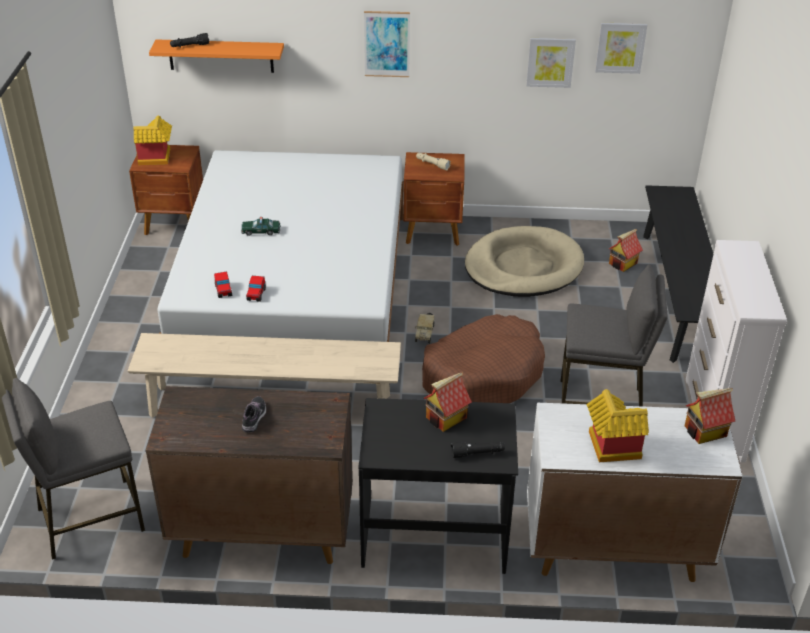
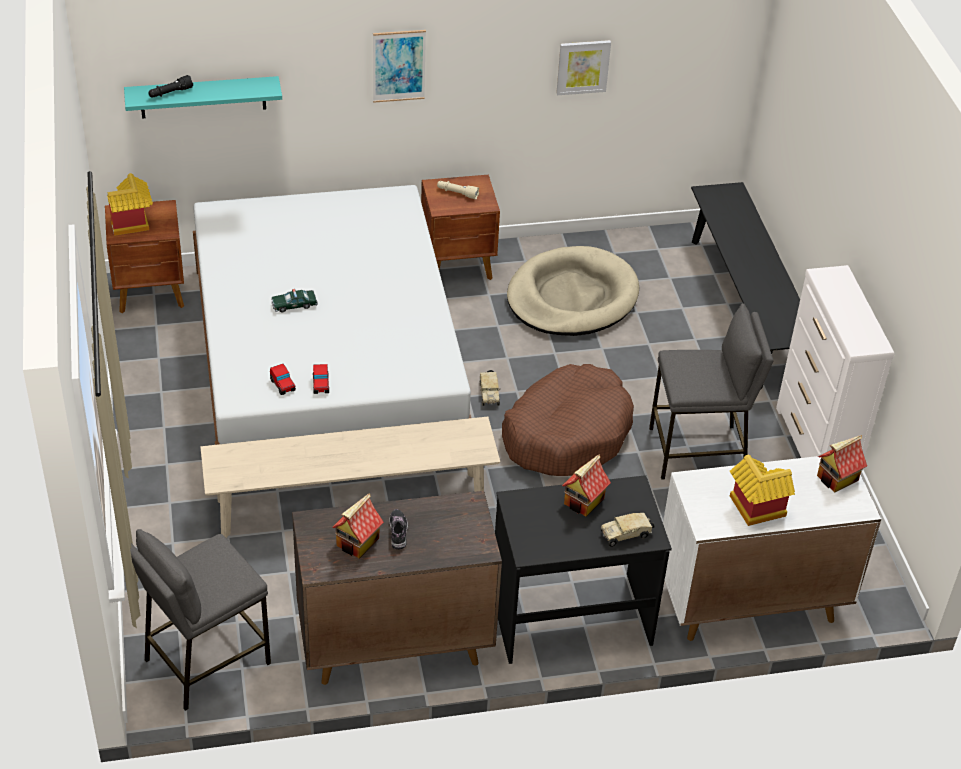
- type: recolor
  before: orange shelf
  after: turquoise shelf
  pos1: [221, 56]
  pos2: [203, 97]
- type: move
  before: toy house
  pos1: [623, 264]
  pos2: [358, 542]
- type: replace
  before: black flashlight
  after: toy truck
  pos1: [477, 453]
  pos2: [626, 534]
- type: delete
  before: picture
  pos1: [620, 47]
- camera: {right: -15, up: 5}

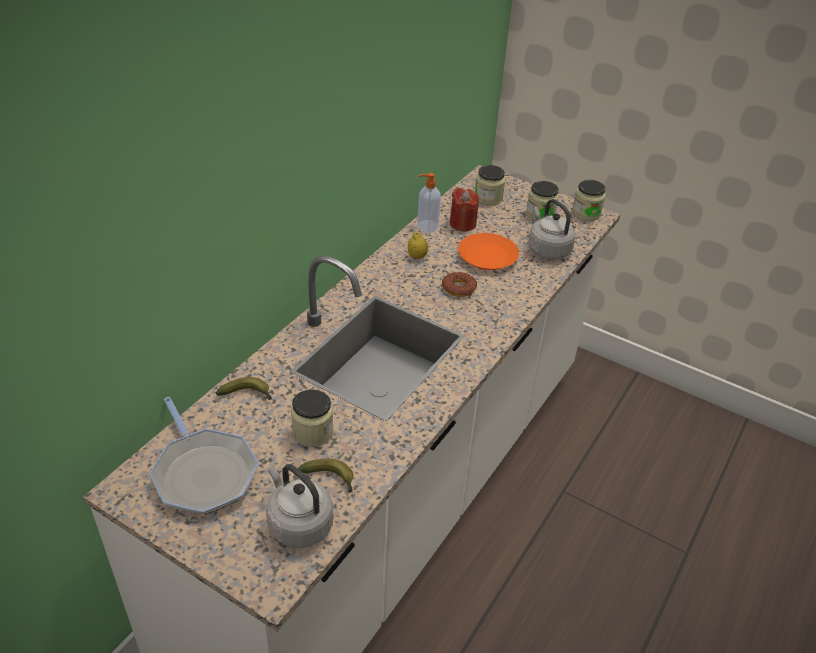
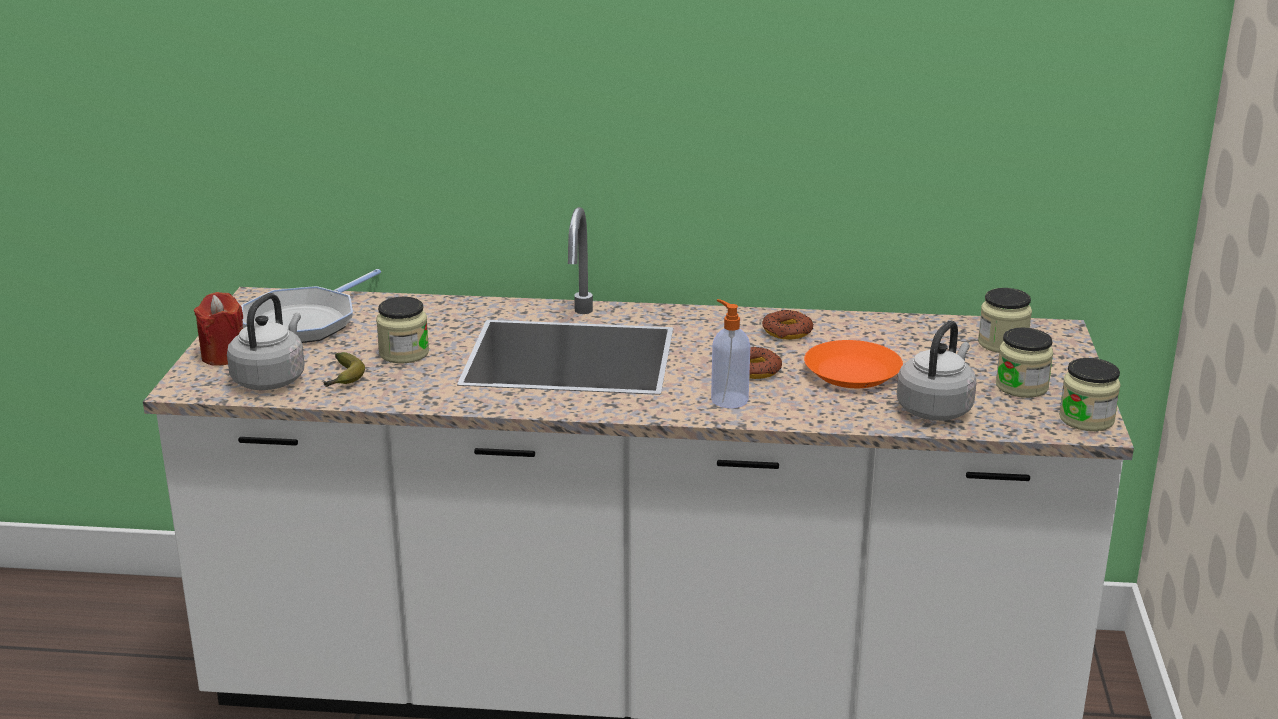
- type: move
  before: red candle
  pos1: [462, 224]
  pos2: [224, 356]
- type: move
  before: soap dispenser
  pos1: [426, 226]
  pos2: [728, 399]
- type: replace
  before: lemon
  after: donut
  pos1: [417, 256]
  pos2: [787, 331]
- type: delete
  before: banana
  pos1: [248, 395]
- camera: {right: 65, up: -15}

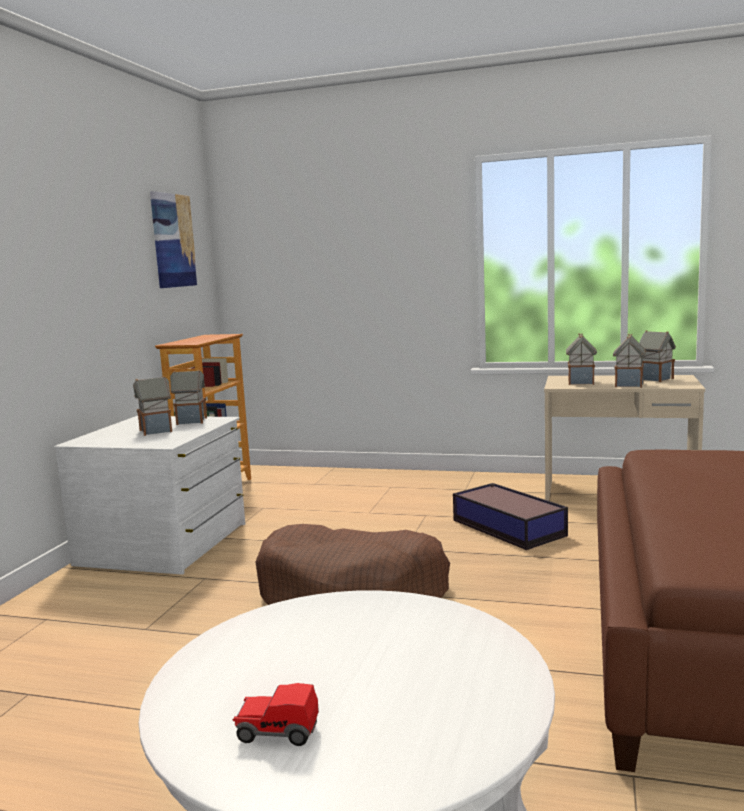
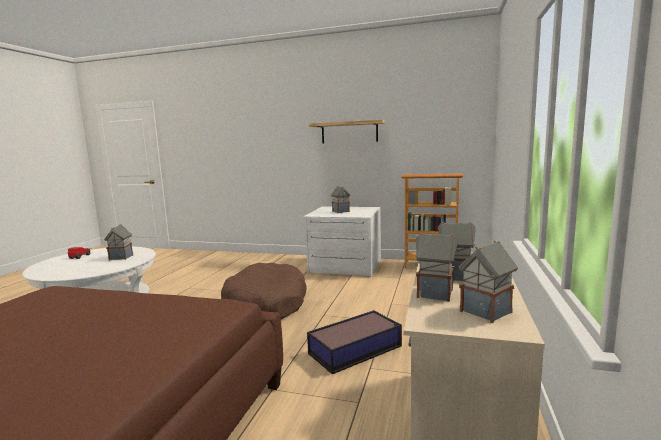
- type: move
  before: toy house
  pos1: [190, 421]
  pos2: [121, 257]
- type: insert
  after: shelf
  pos2: [349, 132]
- type: delete
  before: picture
  pos1: [173, 240]
- camera: {right: 90, up: 0}

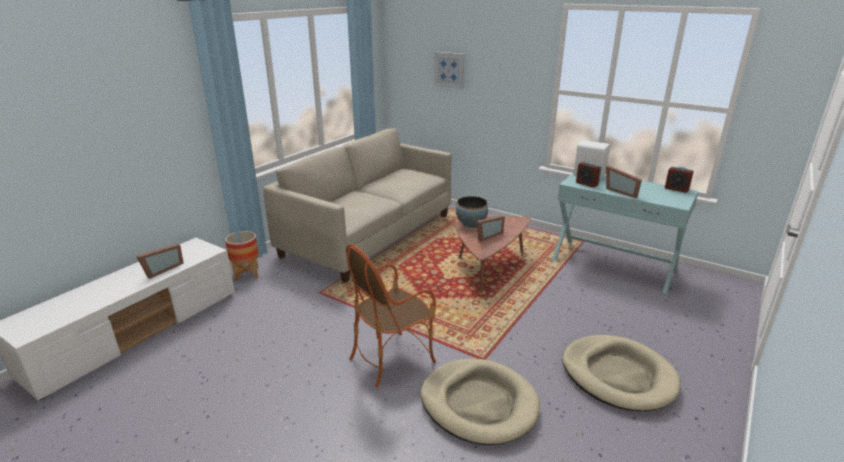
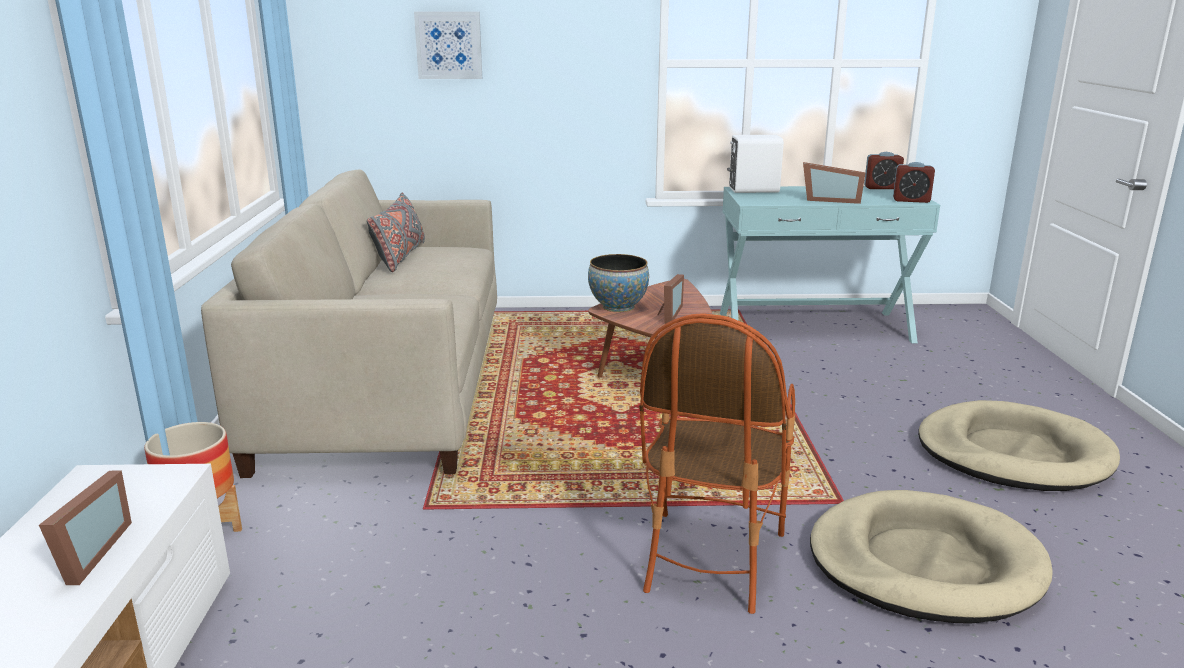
- type: insert
  after: grey pillow
  pos2: [400, 257]
- type: move
  before: alarm clock
  pos1: [587, 184]
  pos2: [911, 200]
- camera: {right: -35, up: -5}

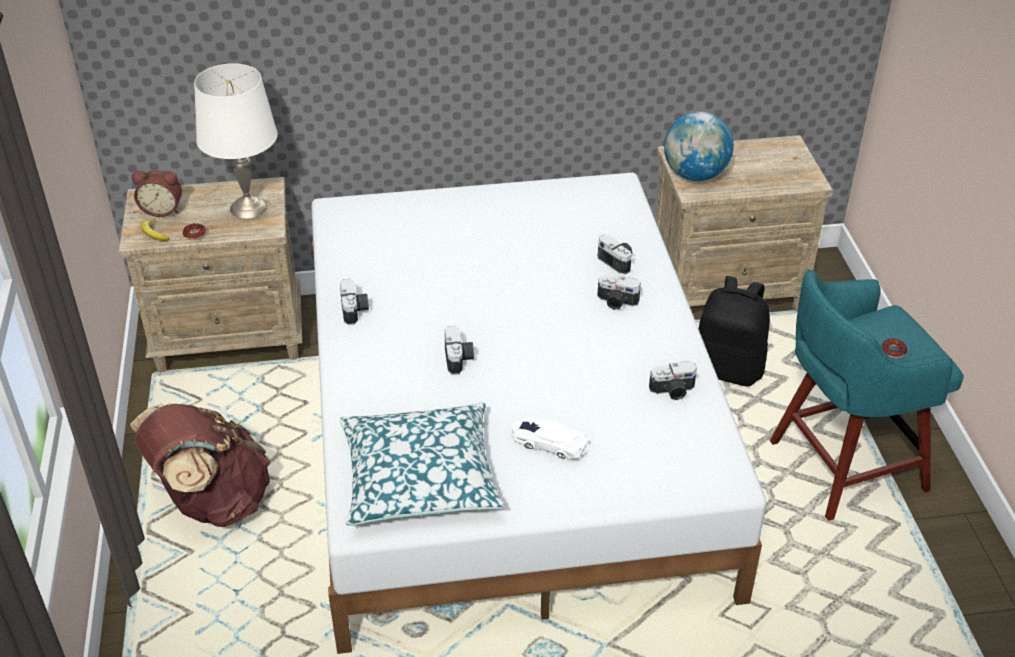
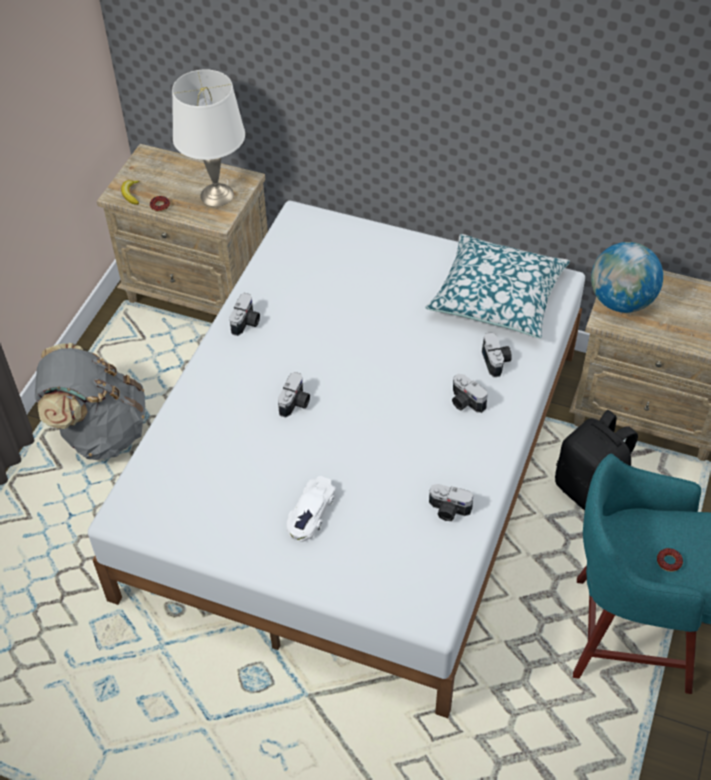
- type: recolor
  before: brown backpack
  after: grey backpack
  pos1: [212, 501]
  pos2: [100, 431]
- type: rotate
  before: white toy car
  pos1: [549, 442]
  pos2: [311, 513]
  turn: -120
- type: move
  before: pillow
  pos1: [420, 477]
  pos2: [497, 296]
- type: delete
  before: alarm clock
  pos1: [162, 209]
- camera: {right: 30, up: 10}

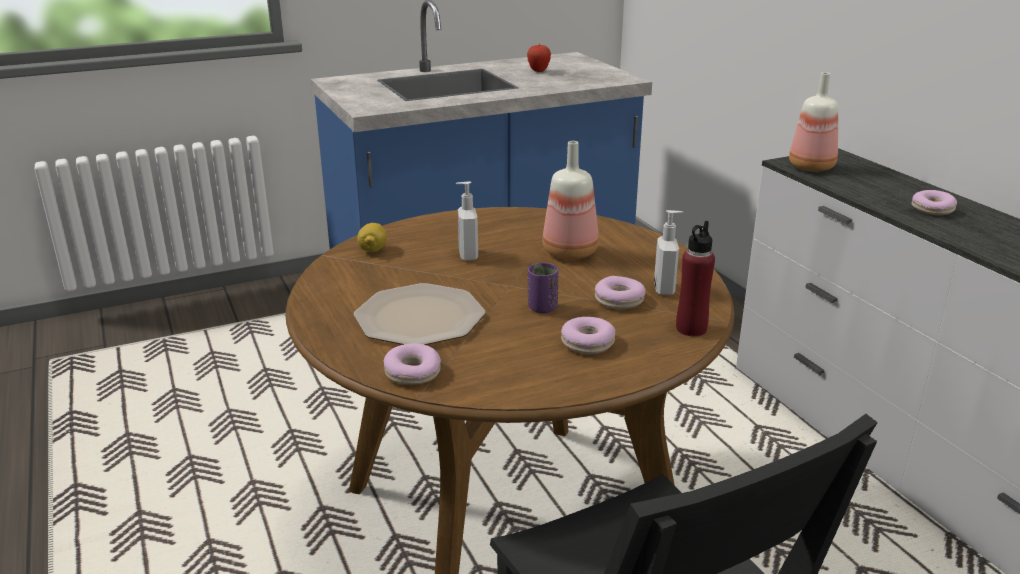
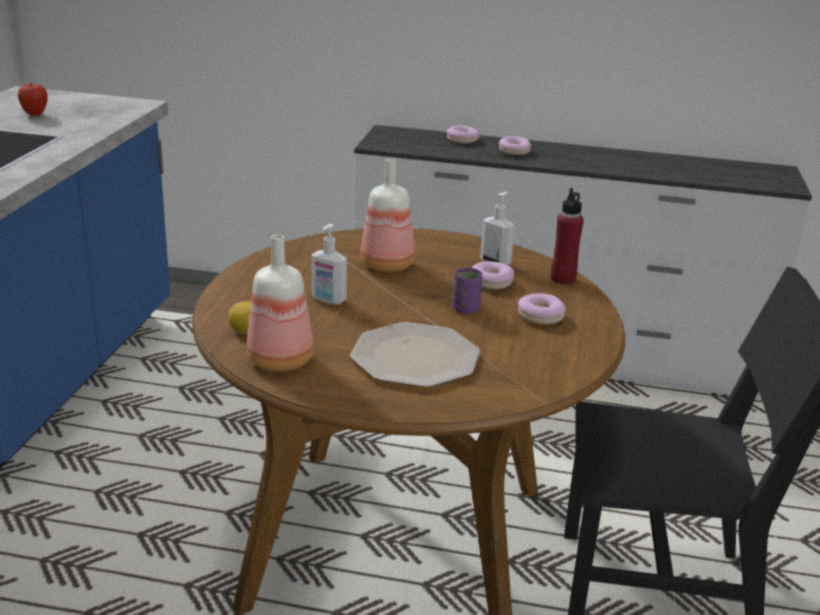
- type: move
  before: bottle
  pos1: [812, 167]
  pos2: [280, 360]
- type: move
  before: donut
  pos1: [412, 373]
  pos2: [462, 140]
- camera: {right: -55, up: 0}

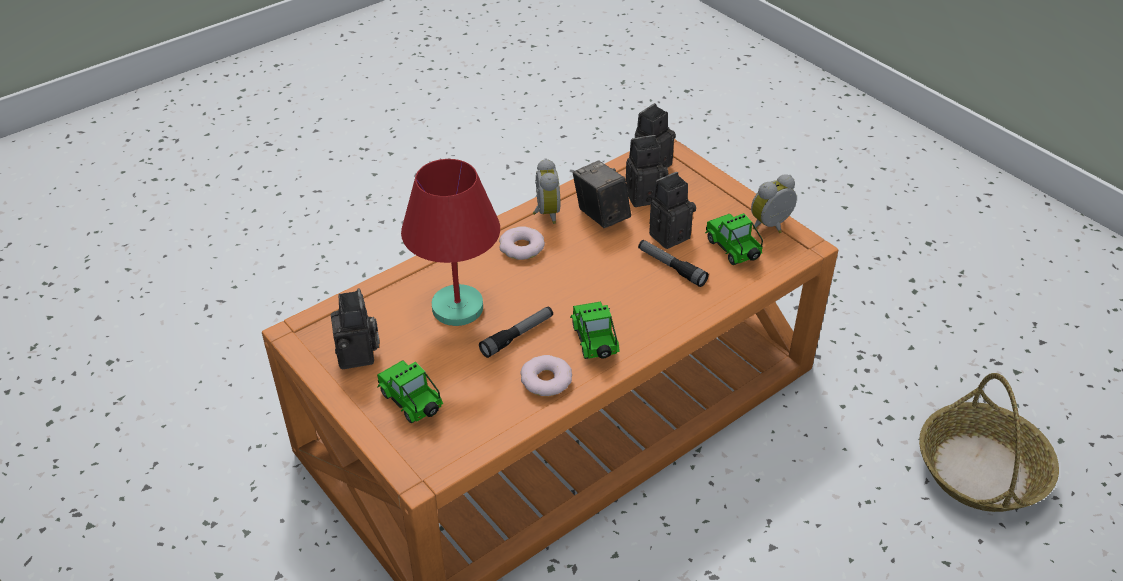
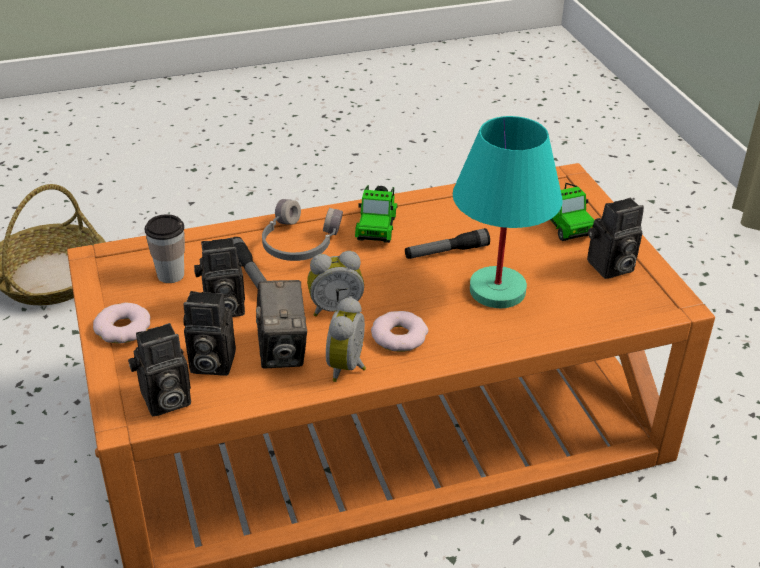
- type: move
  before: donut
  pos1: [546, 380]
  pos2: [123, 328]
- type: replace
  before: toy car
  after: cup
  pos1: [734, 250]
  pos2: [171, 275]
- type: insert
  after: grey headphones
  pos2: [299, 243]
- type: move
  before: alarm clock
  pos1: [772, 226]
  pos2: [335, 308]
- type: recolor
  before: red table lamp
  after: turquoise table lamp
  pos1: [457, 309]
  pos2: [498, 290]
- type: rotate
  before: photo camera
  pos1: [359, 356]
  pos2: [610, 268]
  turn: -120
- camera: {right: -160, up: -5}

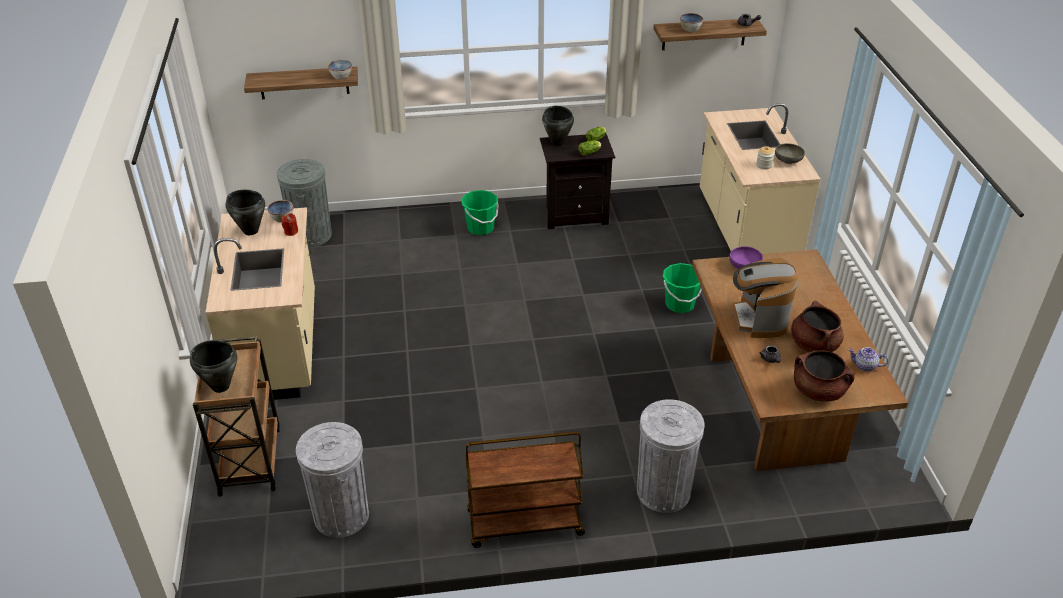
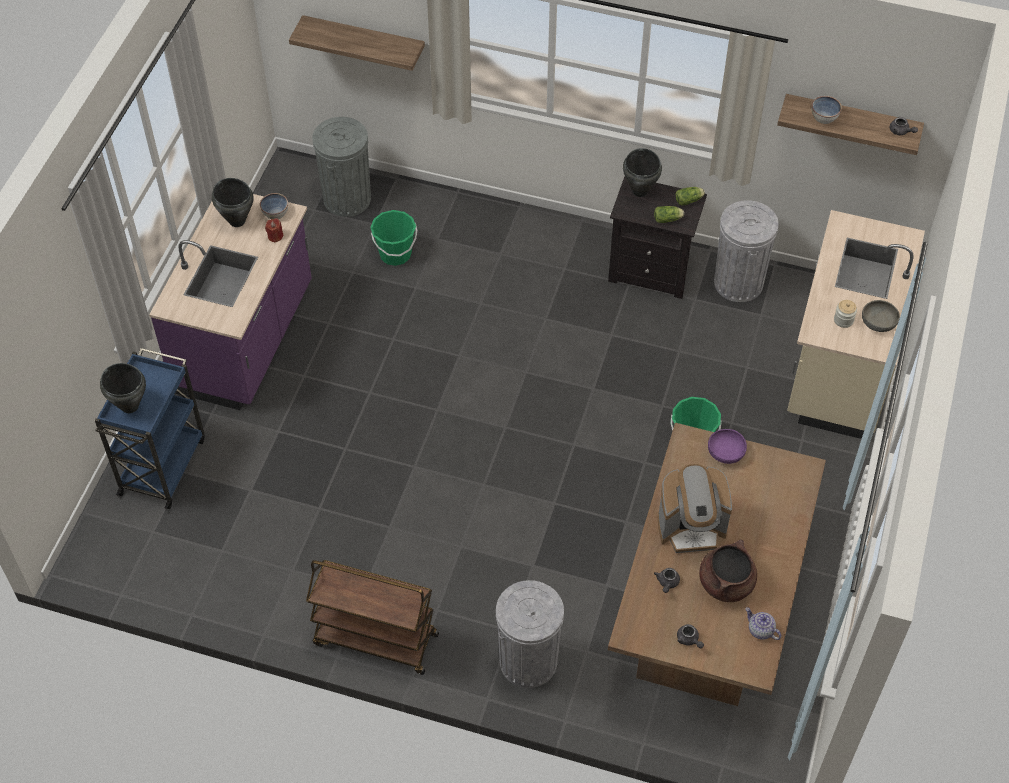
- type: recolor
  before: brown cart
  after: blue cart
  pos1: [250, 459]
  pos2: [163, 465]
- type: recolor
  before: beige counter
  after: purple counter
  pos1: [278, 347]
  pos2: [246, 340]
- type: move
  before: green bucket
  pos1: [480, 228]
  pos2: [395, 254]
- type: rotate
  before: coffee machine
  pos1: [759, 319]
  pos2: [691, 528]
  turn: -120
- type: replace
  before: brown cooking pot
  after: grey teapot
  pos1: [818, 391]
  pos2: [689, 640]
- type: move
  before: grey trash can
  pos1: [341, 515]
  pos2: [738, 283]
- type: delete
  before: bowl
  pos1: [341, 76]
- camera: {right: 25, up: 15}

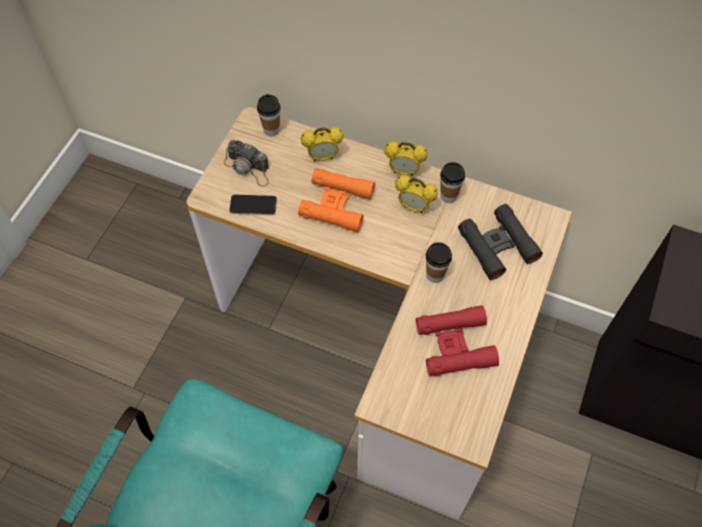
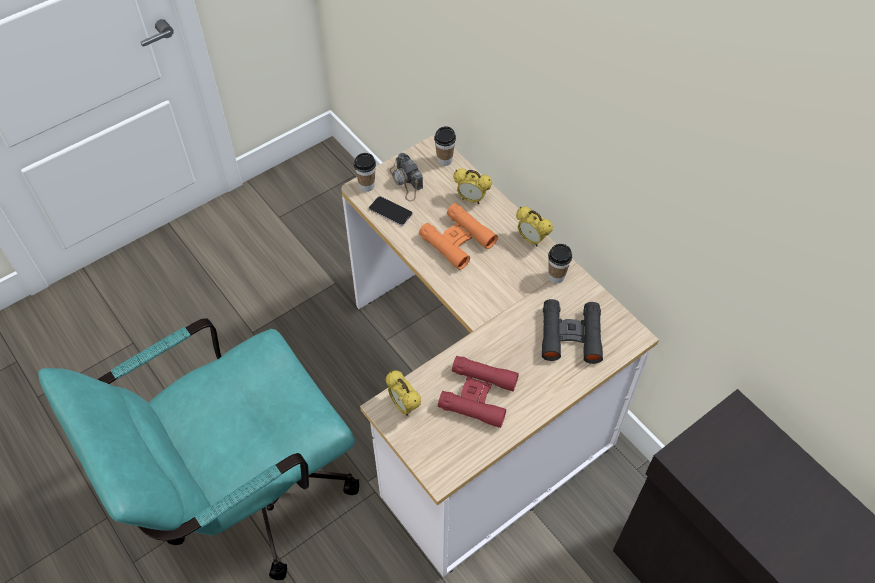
- type: move
  before: cup
  pos1: [435, 275]
  pos2: [366, 186]
- type: move
  before: alarm clock
  pos1: [414, 207]
  pos2: [404, 406]
- camera: {right: 30, up: -5}

